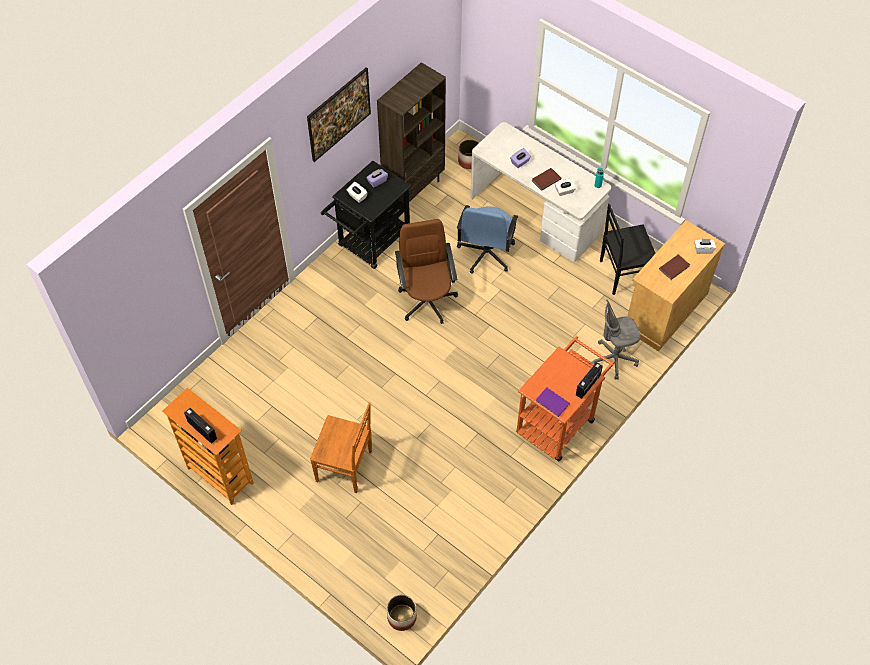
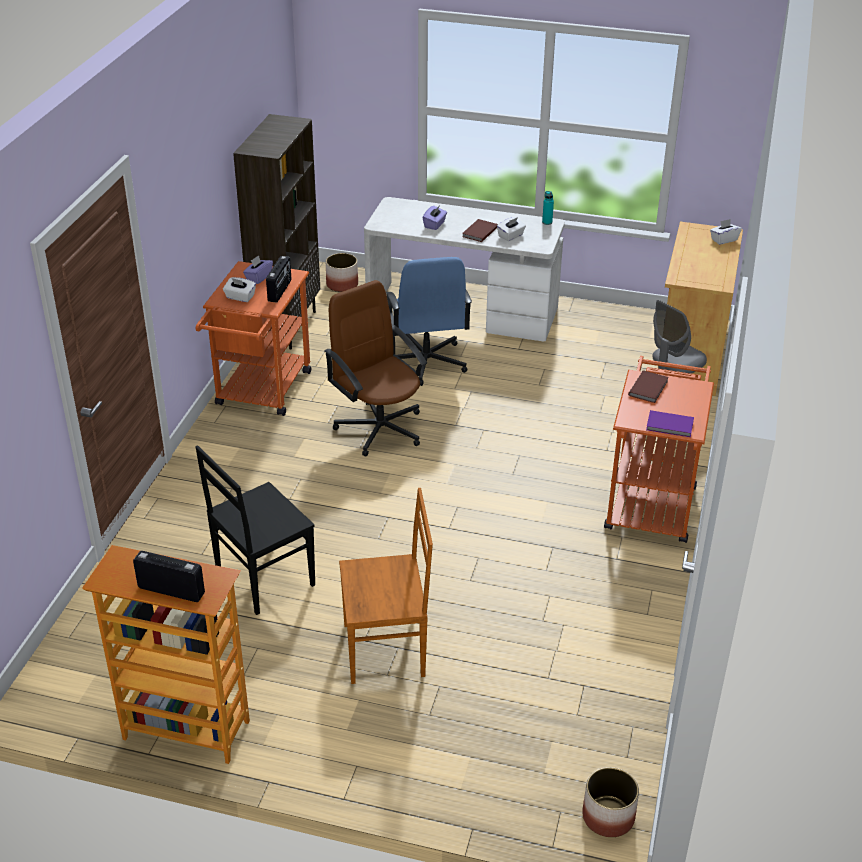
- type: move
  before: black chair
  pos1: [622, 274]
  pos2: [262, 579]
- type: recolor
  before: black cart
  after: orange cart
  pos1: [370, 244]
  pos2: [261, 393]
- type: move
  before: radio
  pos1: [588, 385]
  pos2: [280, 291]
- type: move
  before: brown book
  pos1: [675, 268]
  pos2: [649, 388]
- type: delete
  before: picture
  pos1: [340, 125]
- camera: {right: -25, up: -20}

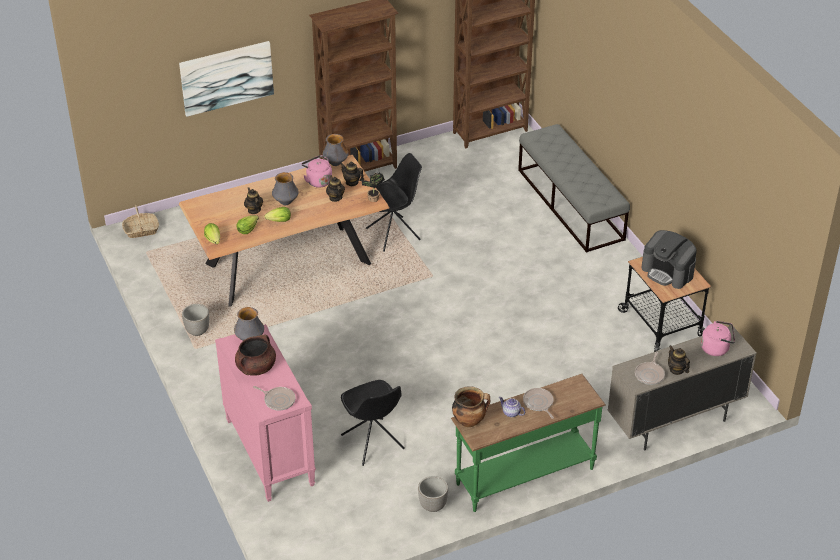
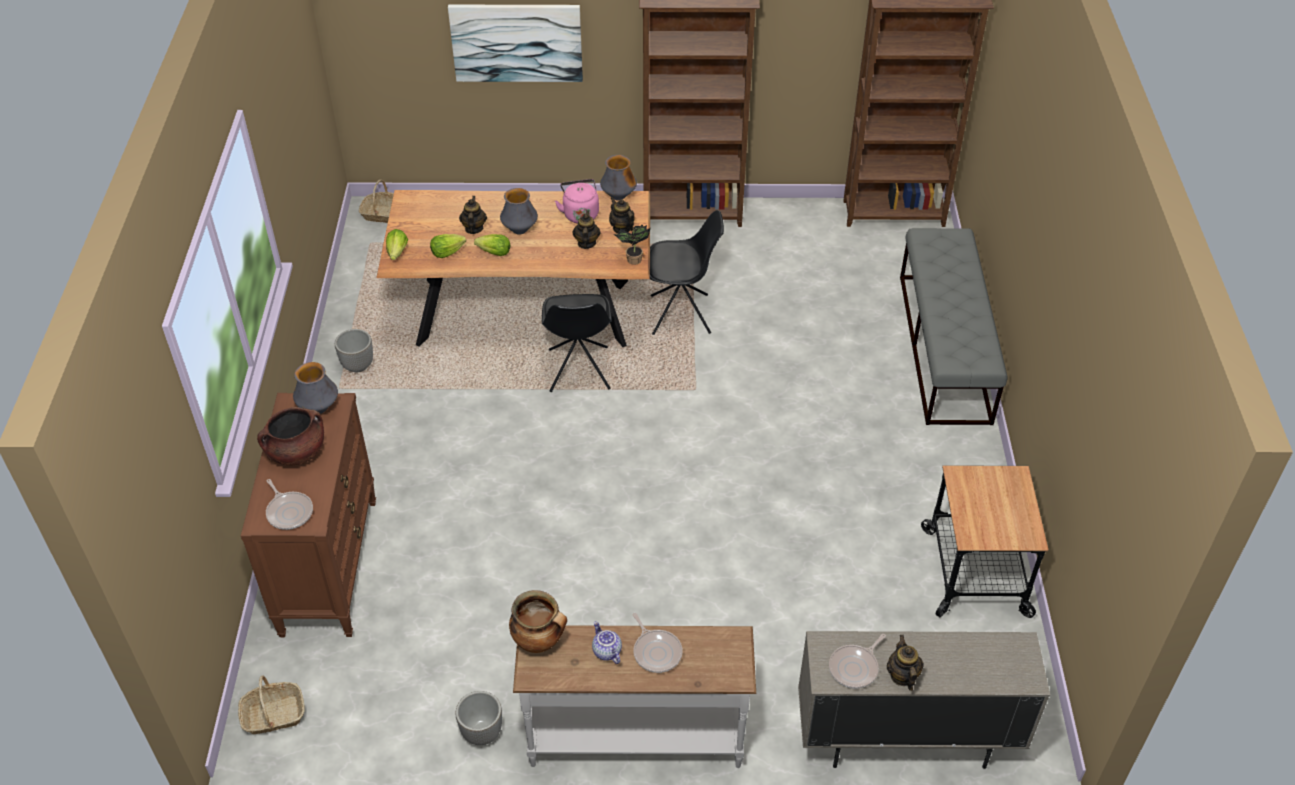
- type: insert
  after: basket
  pos2: [273, 715]
- type: recolor
  before: pink dresser
  after: brown dresser
  pos1: [269, 452]
  pos2: [329, 566]
- type: recolor
  before: green console table
  after: white console table
  pos1: [524, 475]
  pos2: [635, 737]
- type: move
  before: black chair
  pos1: [373, 443]
  pos2: [579, 370]
- type: rotate
  before: frying pan
  pos1: [538, 403]
  pos2: [656, 651]
  turn: 150
- type: delete
  before: coffee machine
  pos1: [668, 272]
- type: delete
  before: pink kettle
  pos1: [716, 348]
- camera: {right: 25, up: 5}

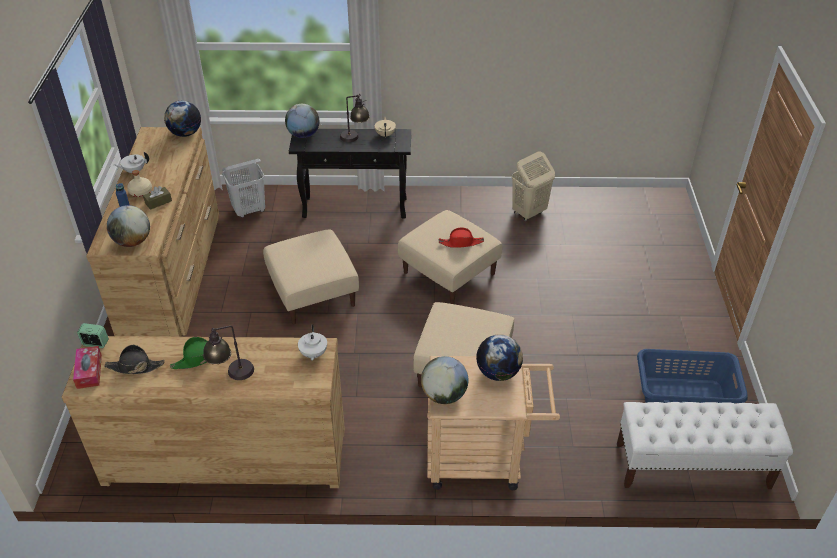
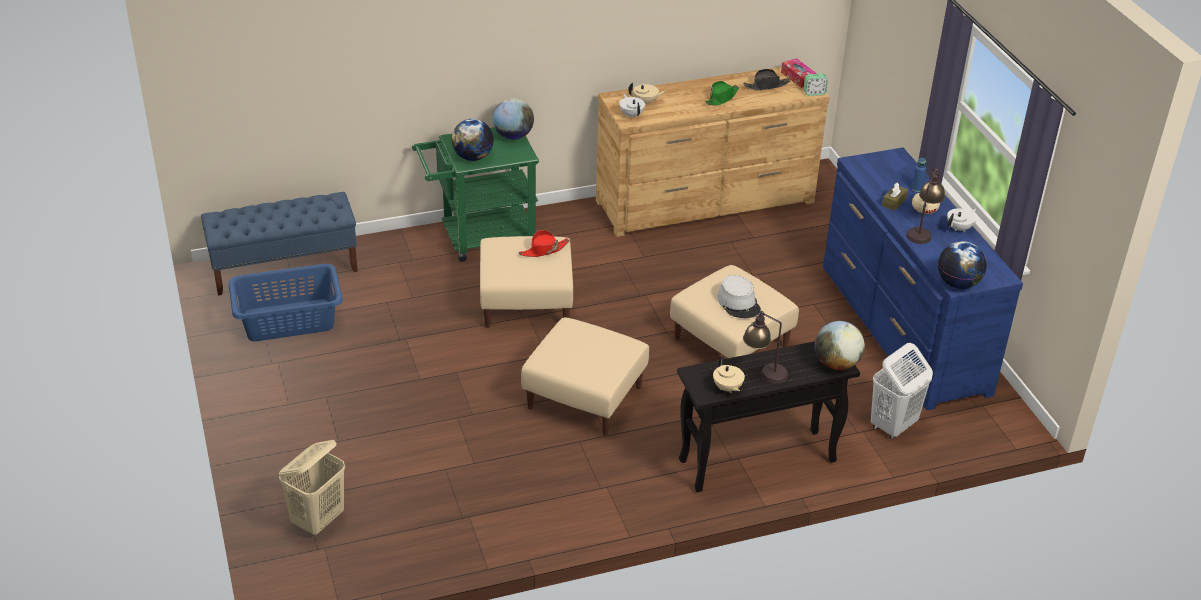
- type: recolor
  before: white bench
  after: blue bench
  pos1: [691, 466]
  pos2: [285, 268]
- type: move
  before: beige laundry basket
  pos1: [529, 212]
  pos2: [318, 520]
- type: recolor
  before: beige cart
  after: green cart
  pos1: [483, 459]
  pos2: [479, 239]
- type: move
  before: red hat
  pos1: [461, 243]
  pos2: [544, 250]
- type: insert
  after: beige teapot
  pos2: [646, 102]
- type: insert
  after: grey hat
  pos2: [739, 303]
- type: recolor
  before: brown dresser
  after: blue dresser
  pos1: [173, 275]
  pos2: [902, 329]
- type: move
  before: table lamp
  pos1: [232, 375]
  pos2: [922, 231]
- type: delete
  before: globe
  pos1: [133, 241]
- camera: {right: 160, up: -5}

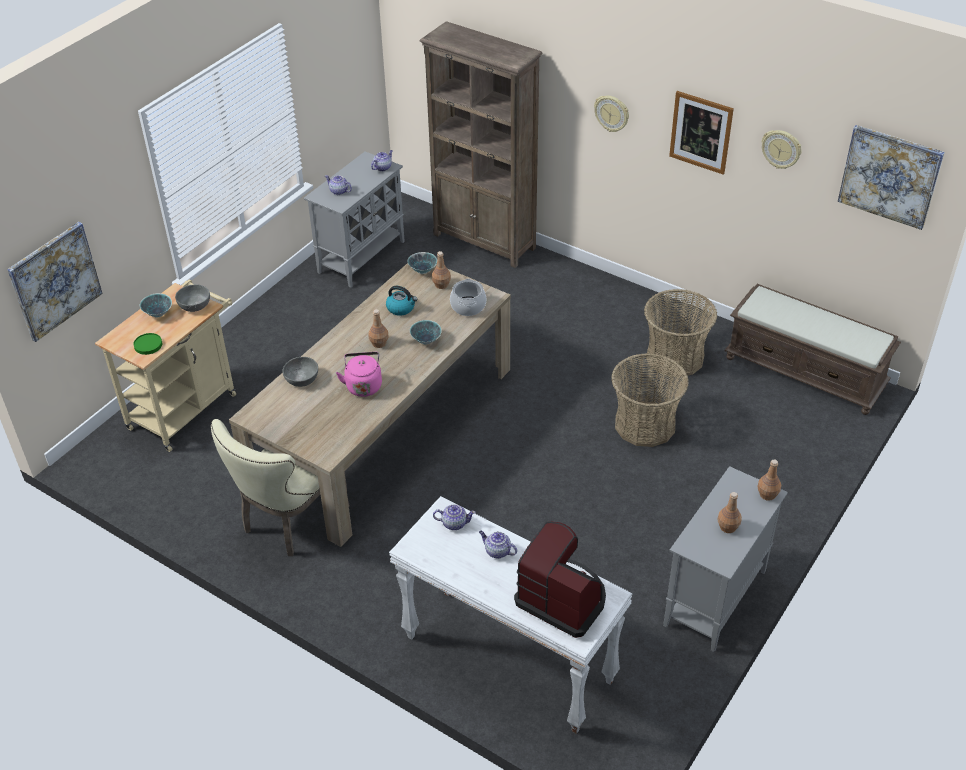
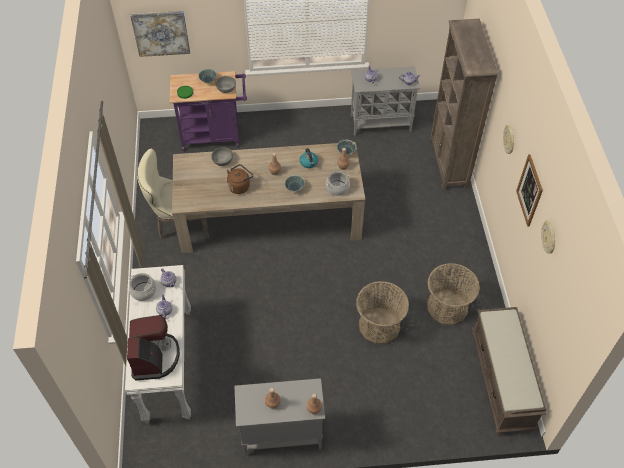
- type: insert
  after: cooking pot
  pos2: [144, 291]
- type: recolor
  before: beige cart
  after: purple cart
  pos1: [187, 407]
  pos2: [215, 136]
- type: recolor
  before: pink kettle
  after: brown kettle
  pos1: [363, 385]
  pos2: [240, 186]
- type: delete
  before: picture
  pos1: [890, 176]
- camera: {right: 50, up: 10}

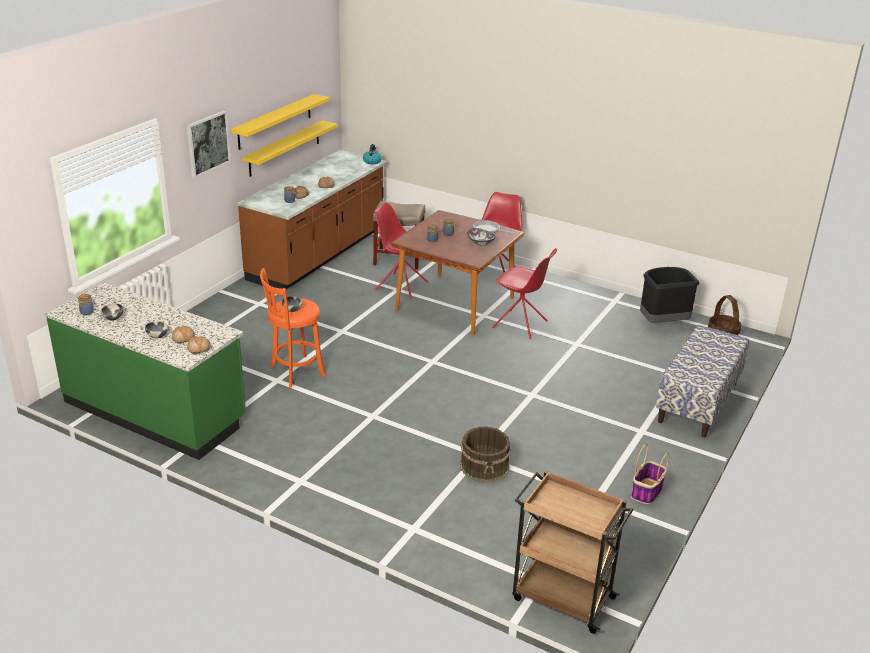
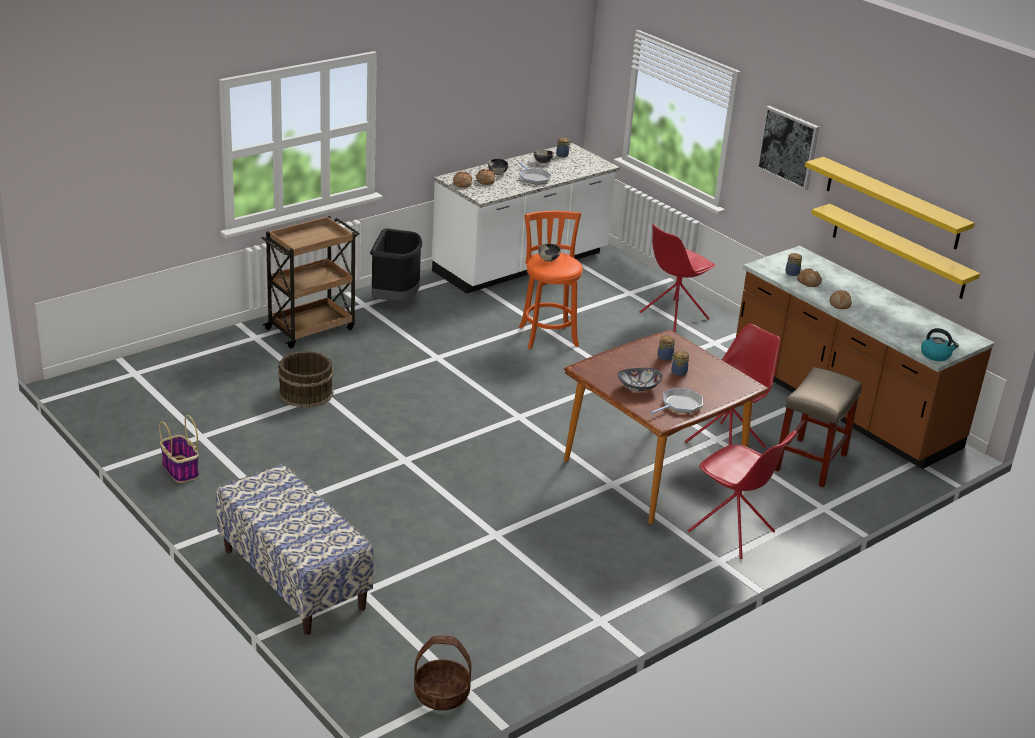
- type: move
  before: brown cart
  pos1: [561, 597]
  pos2: [311, 328]
- type: move
  before: black trash can
  pos1: [662, 323]
  pos2: [395, 300]
- type: recolor
  before: green counter
  after: white counter
  pos1: [155, 411]
  pos2: [521, 264]
- type: insert
  after: frying pan
  pos2: [534, 178]
- type: move
  before: red chair
  pos1: [521, 325]
  pos2: [673, 316]
- camera: {right: 110, up: 0}

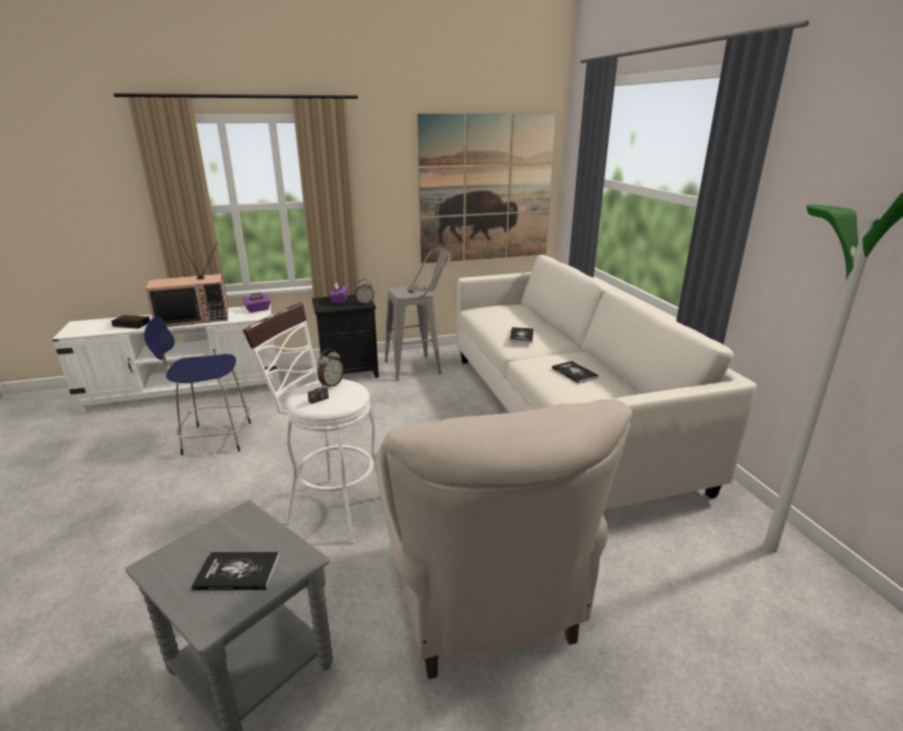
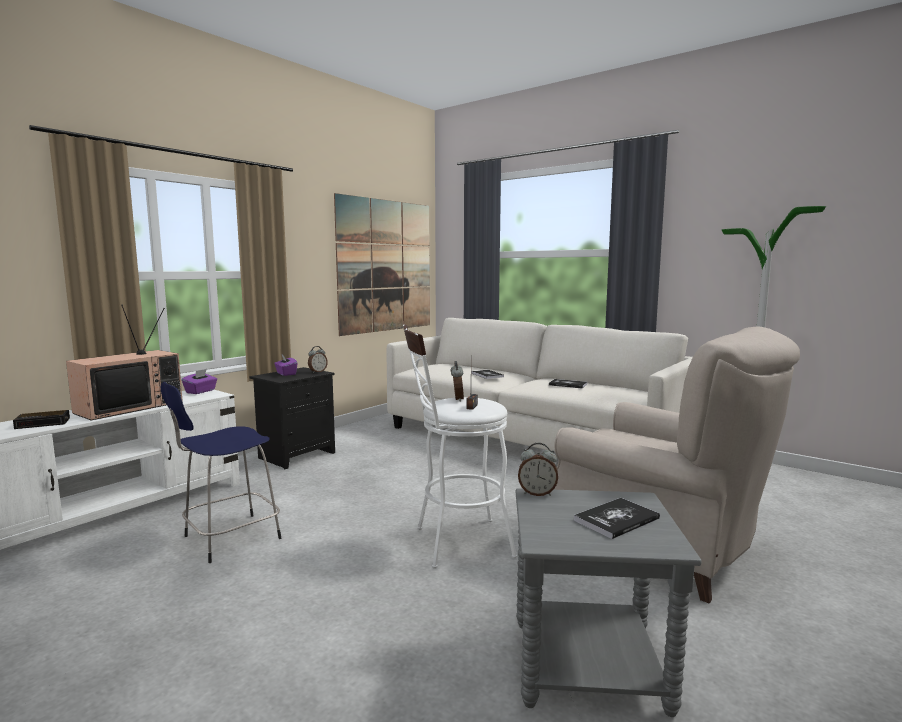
- type: insert
  after: alarm clock
  pos2: [537, 493]
- type: delete
  before: grey stool
  pos1: [419, 367]
- camera: {right: -35, up: -15}

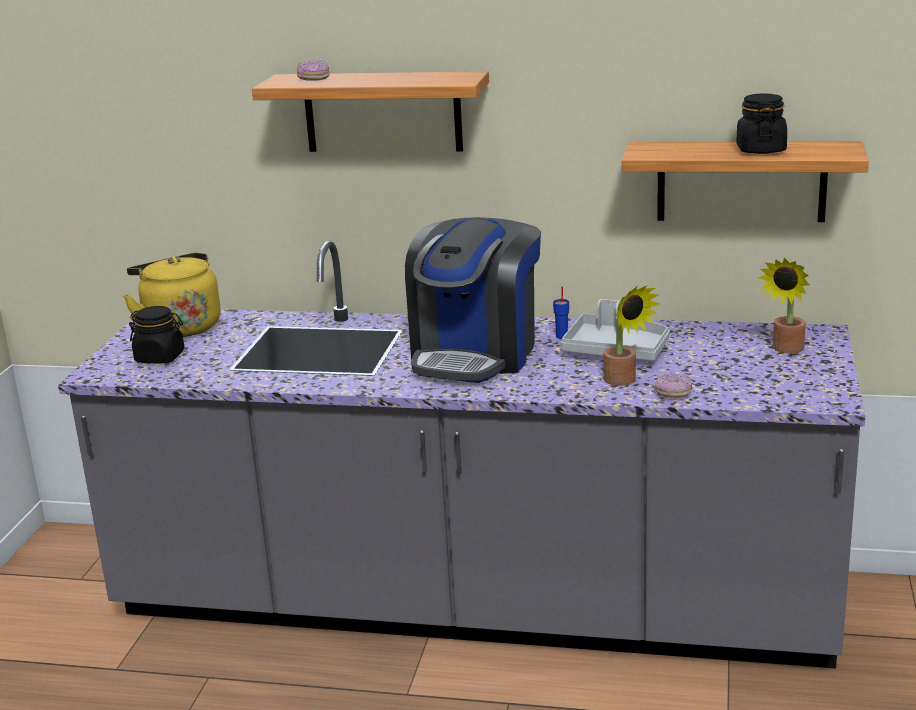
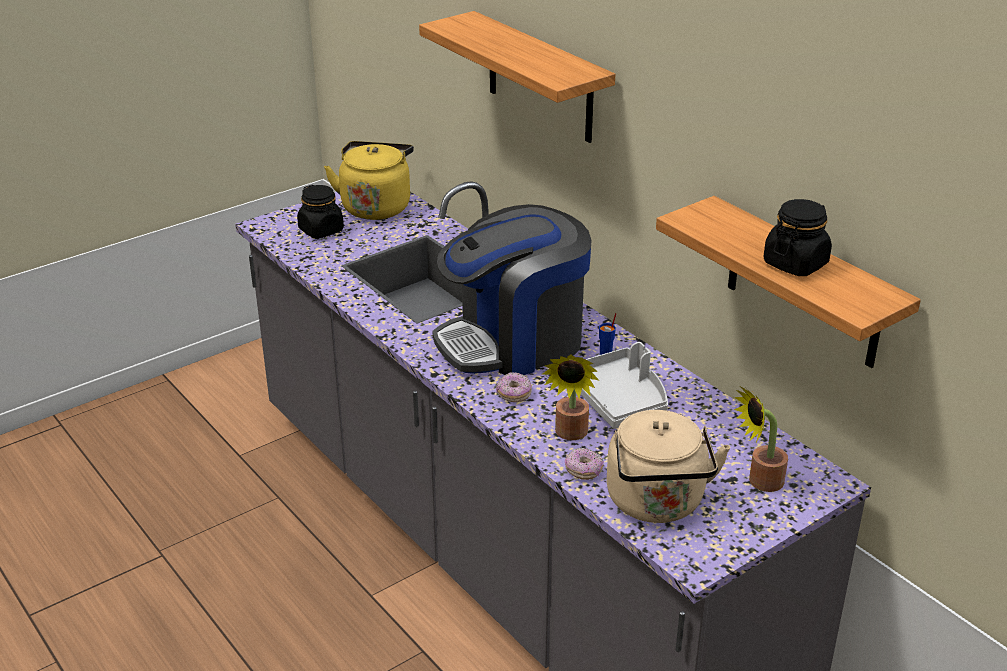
- type: move
  before: donut
  pos1: [313, 79]
  pos2: [513, 394]
- type: insert
  after: beige kettle
  pos2: [657, 504]
- camera: {right: 40, up: 10}

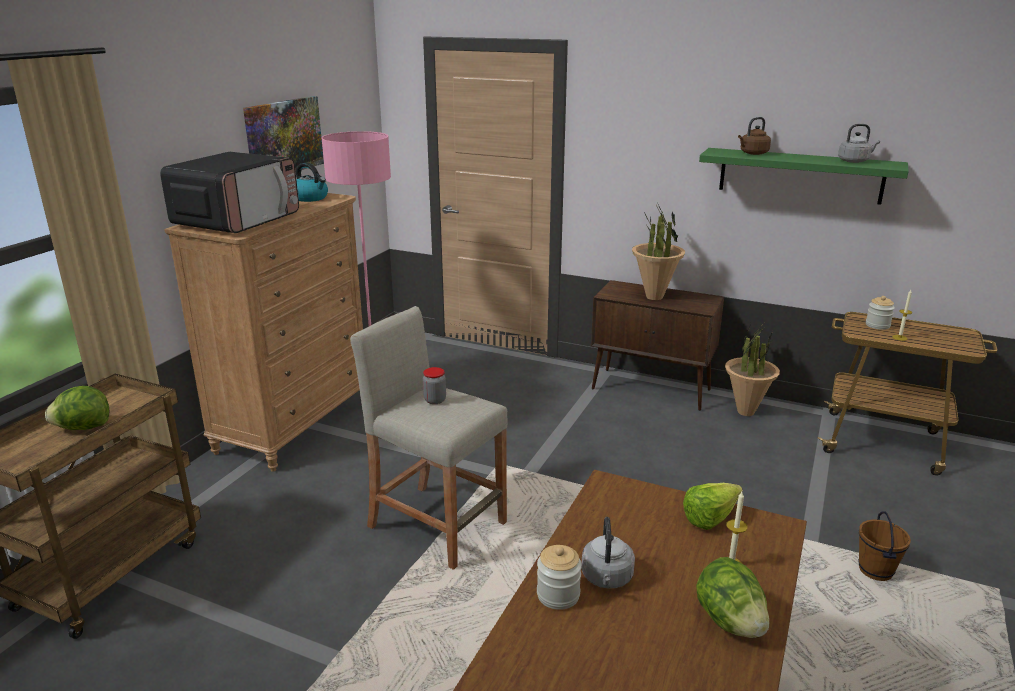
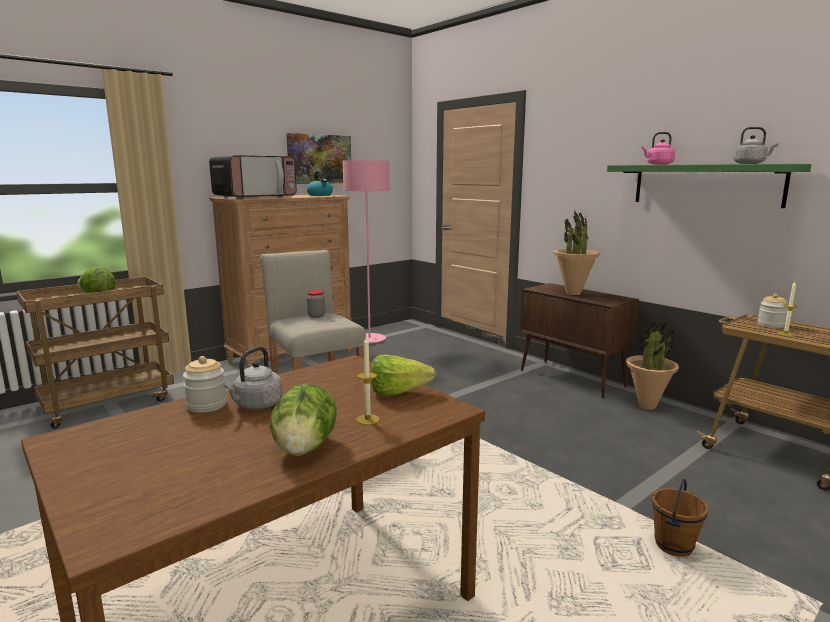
- type: recolor
  before: brown kettle
  after: pink kettle
  pos1: [752, 153]
  pos2: [658, 164]
- camera: {right: 25, up: -10}

